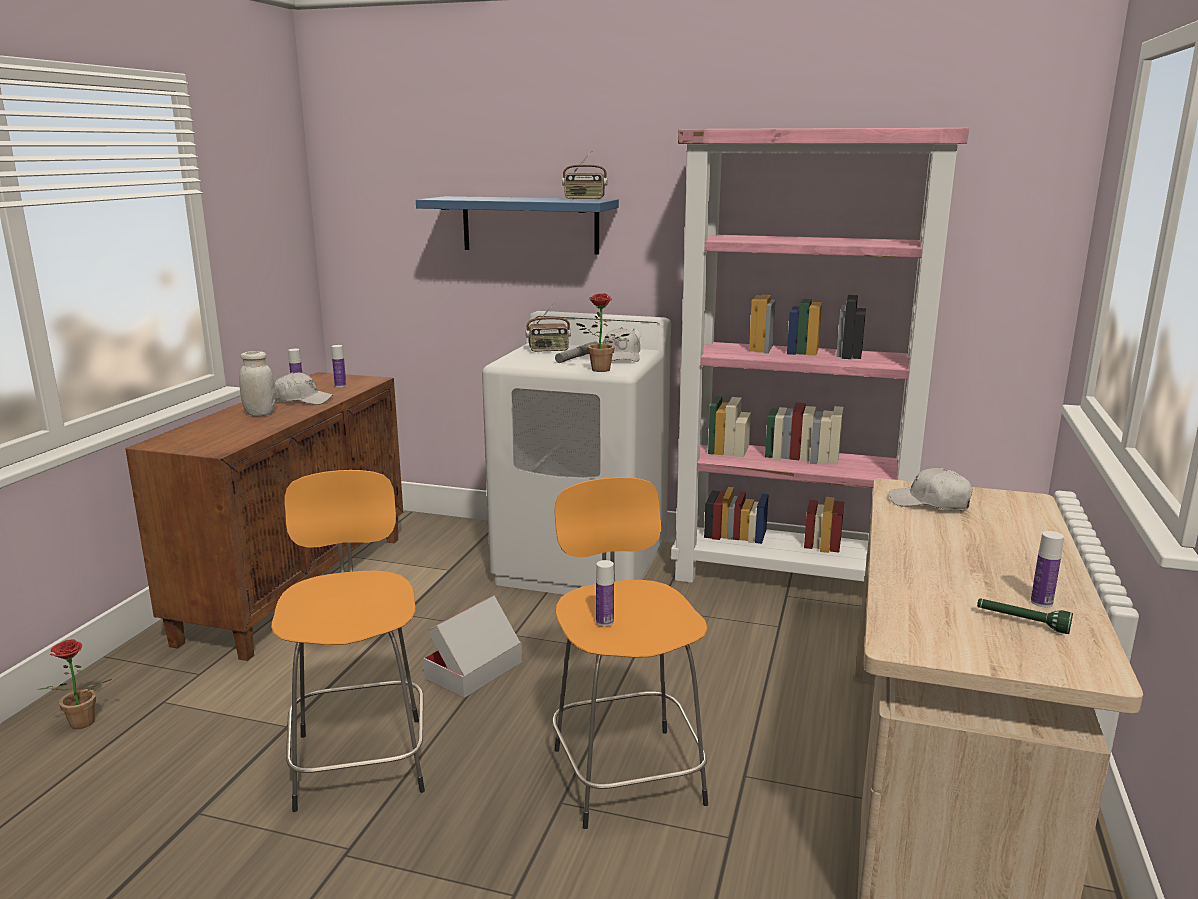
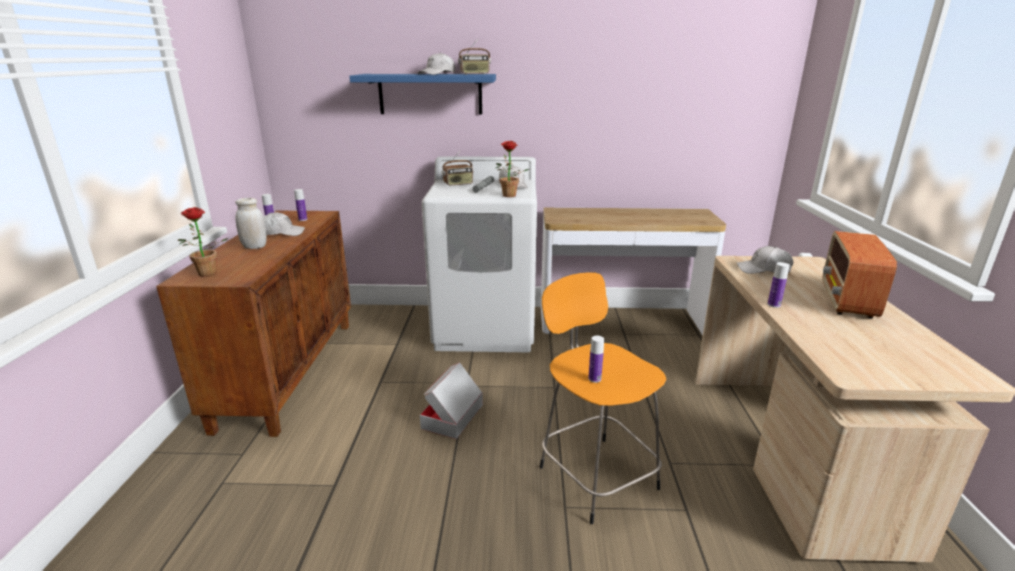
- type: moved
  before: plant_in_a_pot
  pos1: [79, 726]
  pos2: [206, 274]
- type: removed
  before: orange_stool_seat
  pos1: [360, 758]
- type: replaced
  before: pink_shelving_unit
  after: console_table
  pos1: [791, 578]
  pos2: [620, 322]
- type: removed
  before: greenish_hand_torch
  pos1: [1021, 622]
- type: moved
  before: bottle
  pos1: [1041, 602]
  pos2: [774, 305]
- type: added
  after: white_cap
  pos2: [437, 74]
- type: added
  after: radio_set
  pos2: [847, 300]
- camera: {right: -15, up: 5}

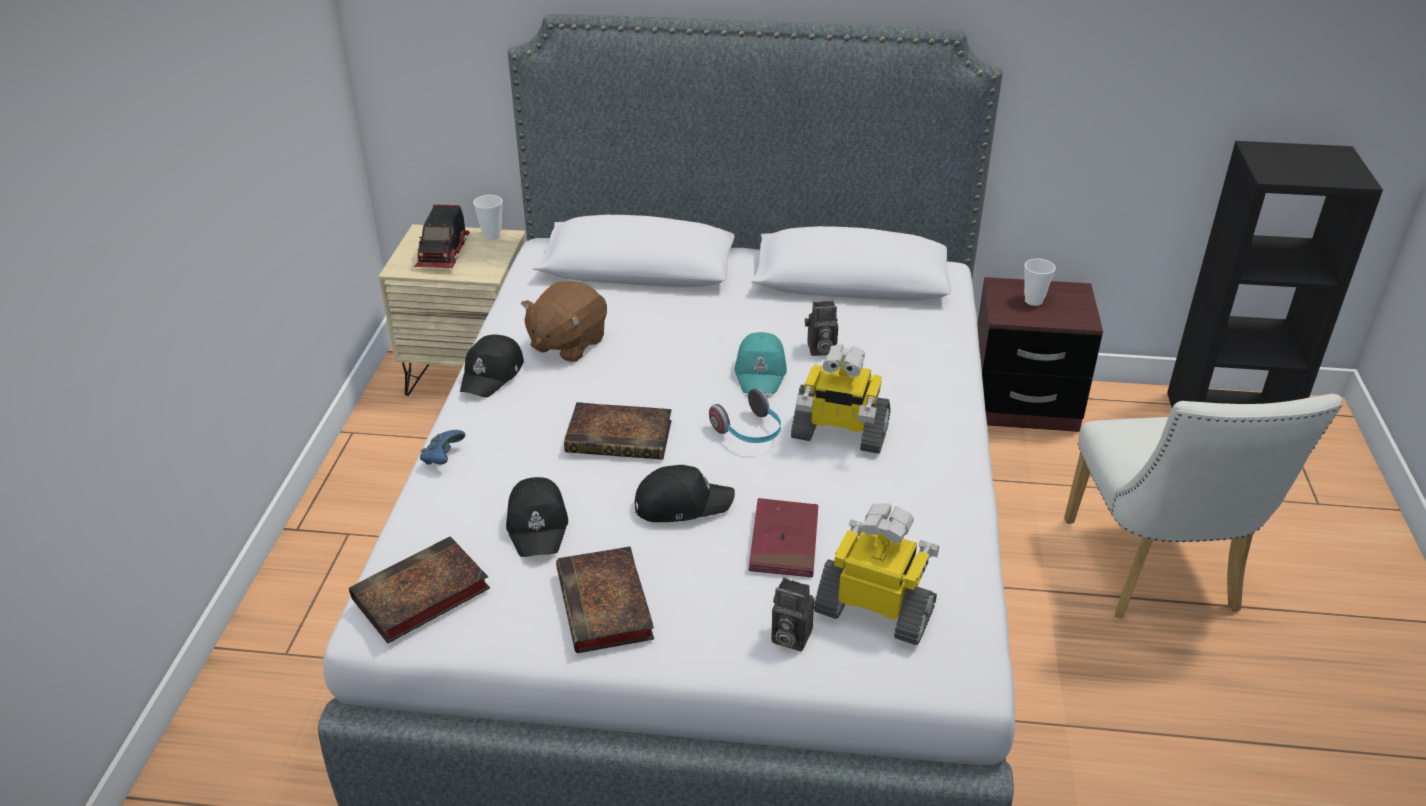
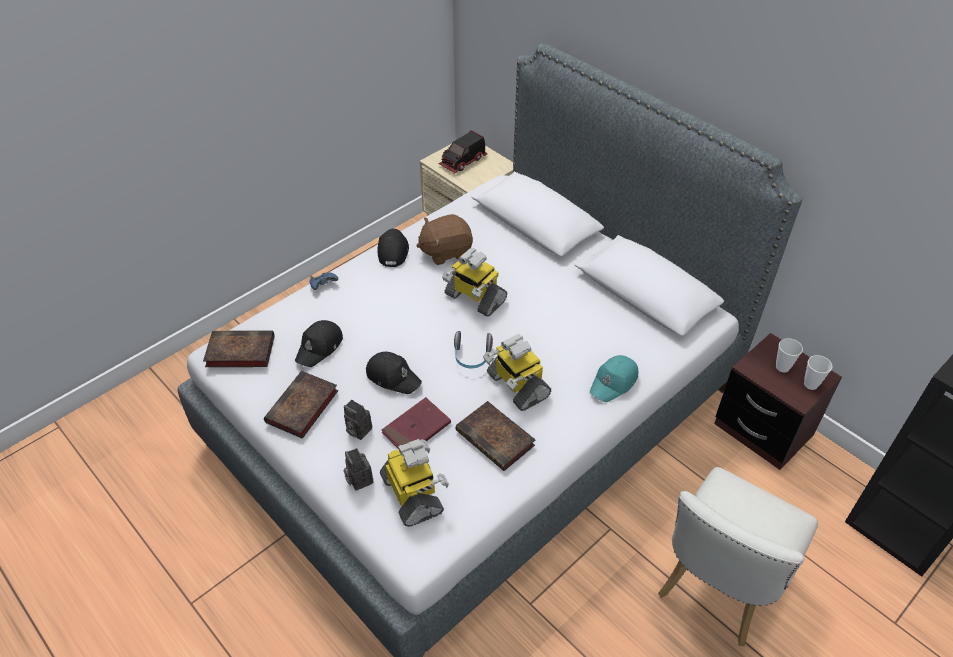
- type: turned
  before: blackish_cap
  pos1: [492, 374]
  pos2: [392, 251]
  turn: 120
- type: moved
  before: small_cup
  pos1: [492, 236]
  pos2: [810, 384]
- type: moved
  before: book
  pos1: [622, 437]
  pos2: [497, 439]
- type: moved
  before: blue-green_cap
  pos1: [761, 372]
  pos2: [614, 382]
- type: moved
  before: still_camera
  pos1: [820, 349]
  pos2: [357, 430]
- type: added
  after: model_robot
  pos2: [474, 298]
- camera: {right: 40, up: 10}

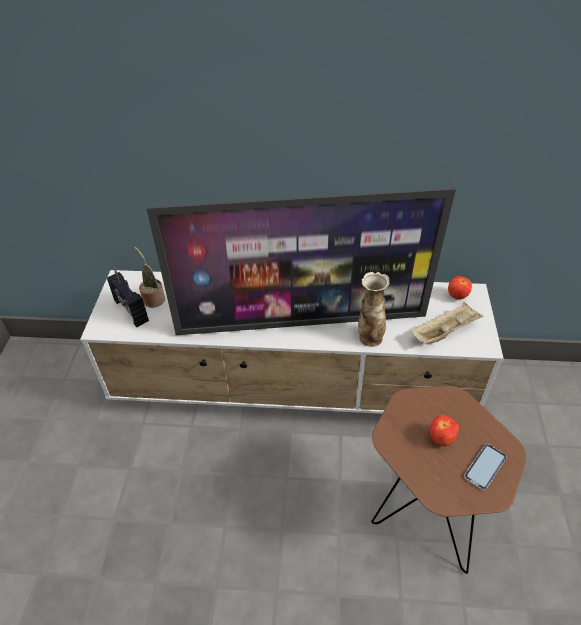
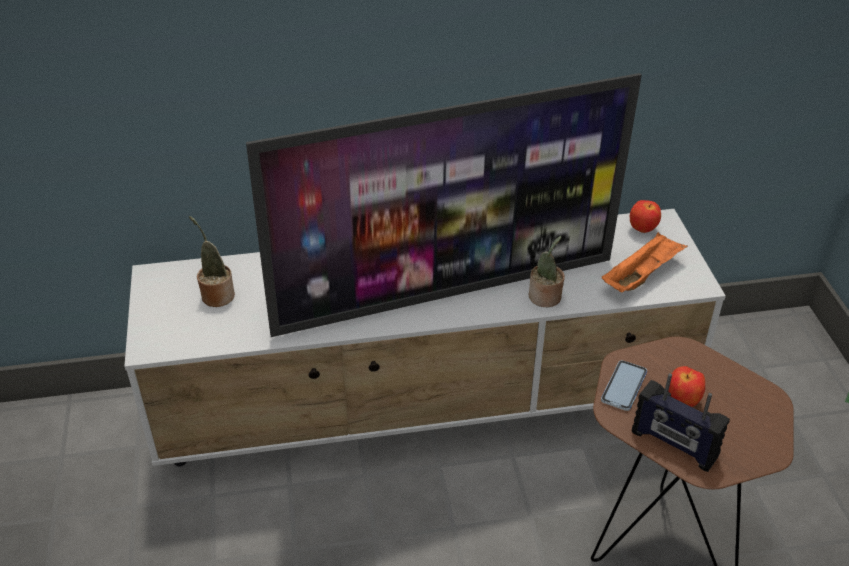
- type: moved
  before: radio_set
  pos1: [130, 311]
  pos2: [673, 445]
- type: replaced
  before: flower_vase
  after: plant_in_a_pot
  pos1: [369, 338]
  pos2: [545, 298]
- type: recoloured
  before: beige_carrying_tray
  after: orange_carrying_tray
  pos1: [444, 332]
  pos2: [641, 275]
- type: moved
  before: handset
  pos1: [485, 467]
  pos2: [624, 386]
- camera: {right: -15, up: -5}

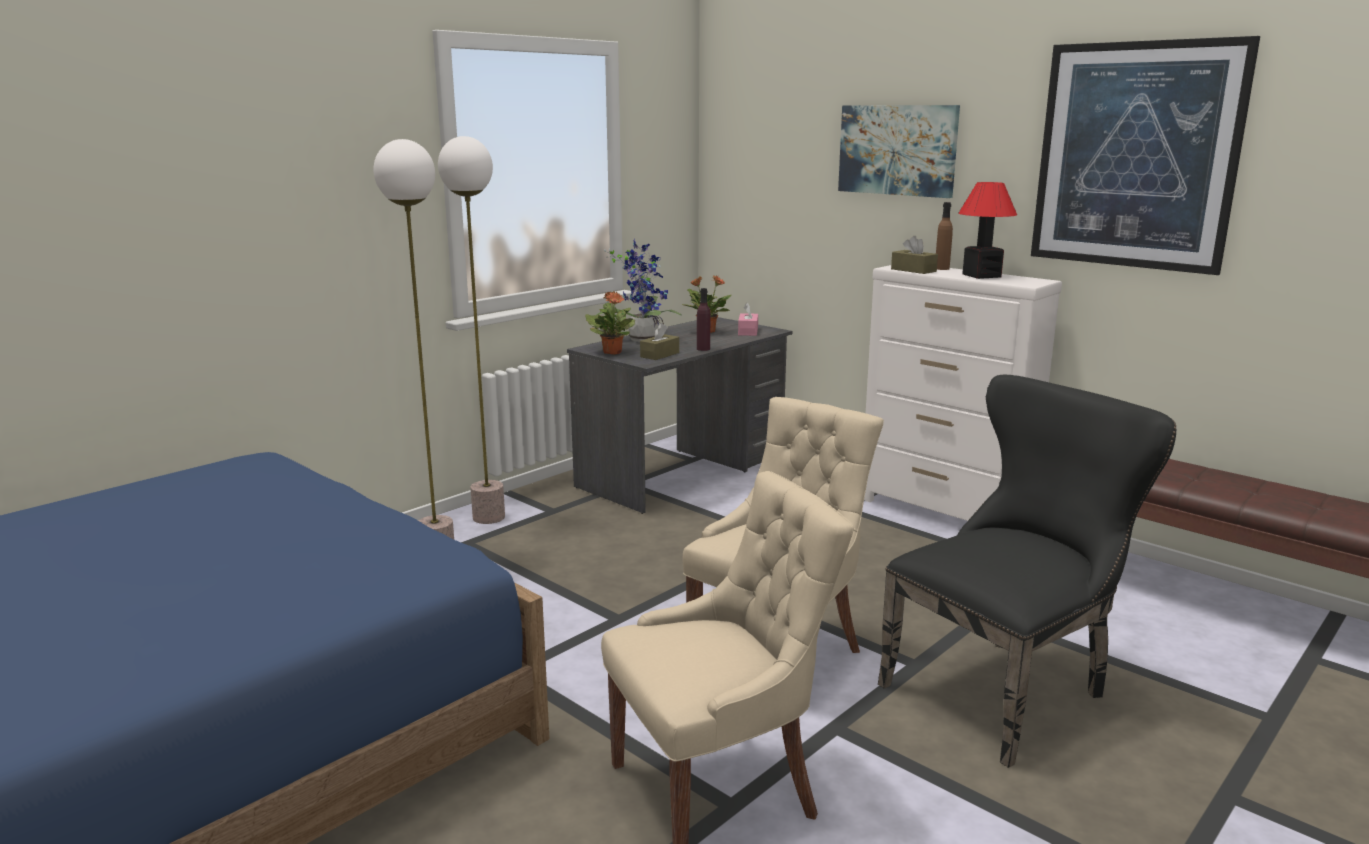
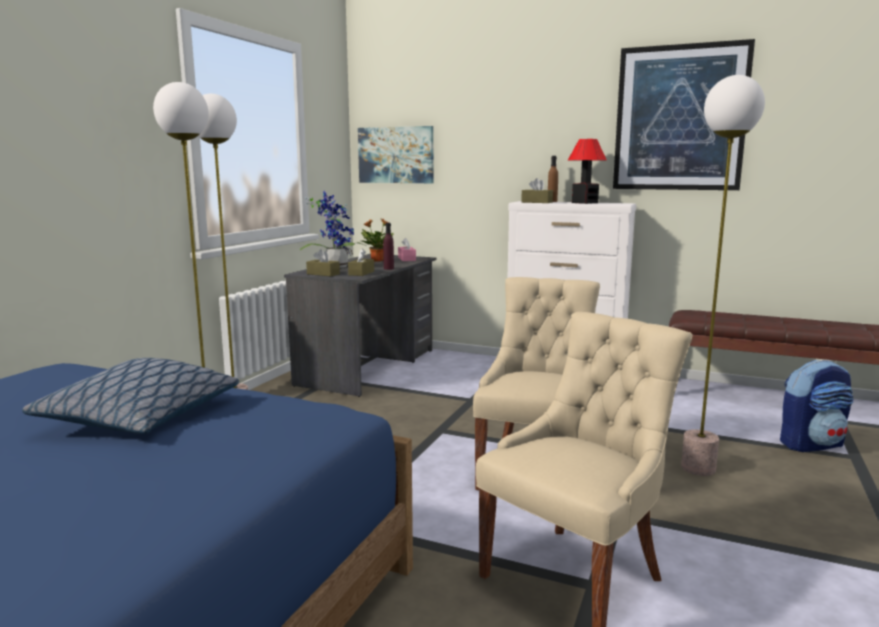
- type: replaced
  before: plant_in_a_pot
  after: brownish_box_of_tissues
  pos1: [612, 352]
  pos2: [323, 274]
- type: moved
  before: picture
  pos1: [897, 150]
  pos2: [396, 155]
- type: replaced
  before: blackish_plain_chair
  after: floor_lamp
  pos1: [1005, 689]
  pos2: [698, 468]
- type: added
  after: throw_pillow
  pos2: [141, 417]
- type: added
  after: rucksack
  pos2: [811, 444]
- camera: {right: -20, up: -5}

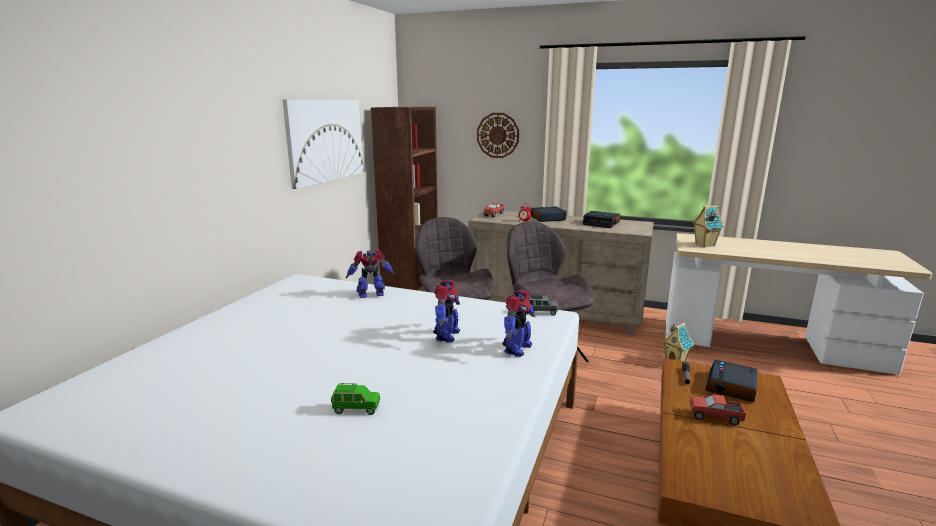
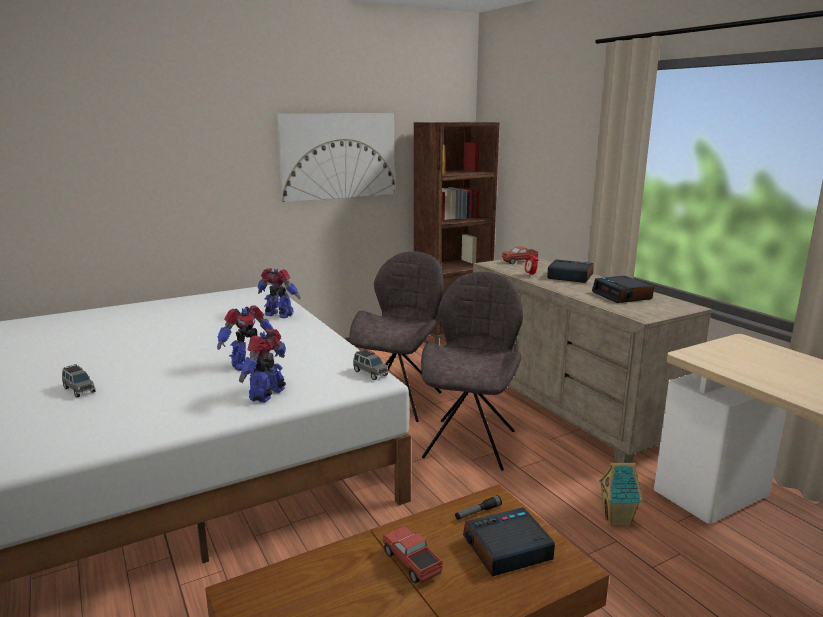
- type: recoloured
  before: greenish_miniature_car
  after: grey_miniature_car
  pos1: [356, 409]
  pos2: [79, 390]
- type: removed
  before: hanging_clock
  pos1: [498, 135]
- type: turned
  before: model_robot
  pos1: [517, 349]
  pos2: [268, 395]
  turn: 135
- type: removed
  before: miniature_house
  pos1: [704, 245]
- camera: {right: 40, up: 0}

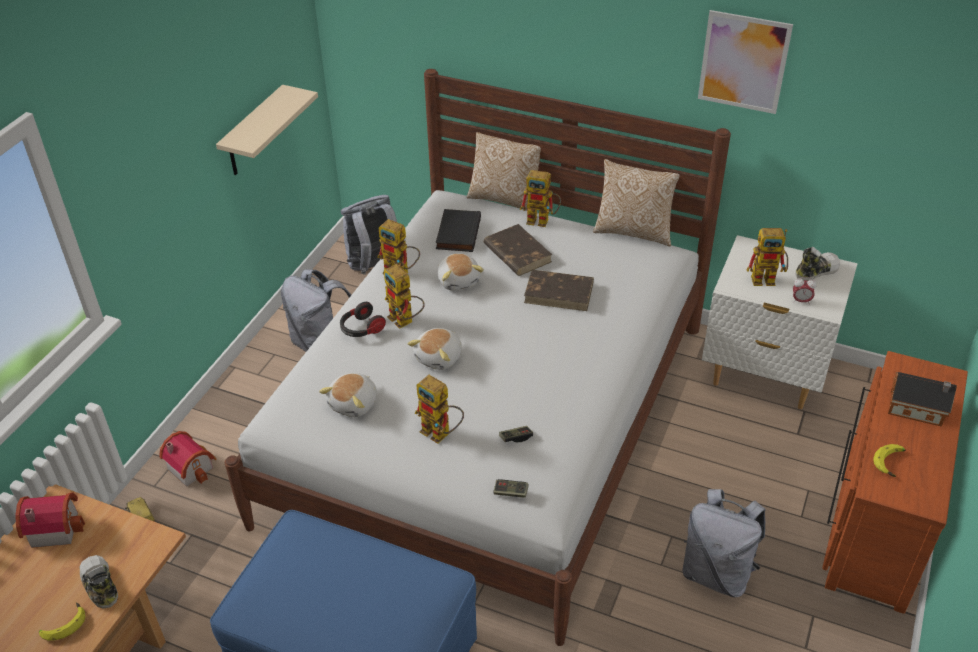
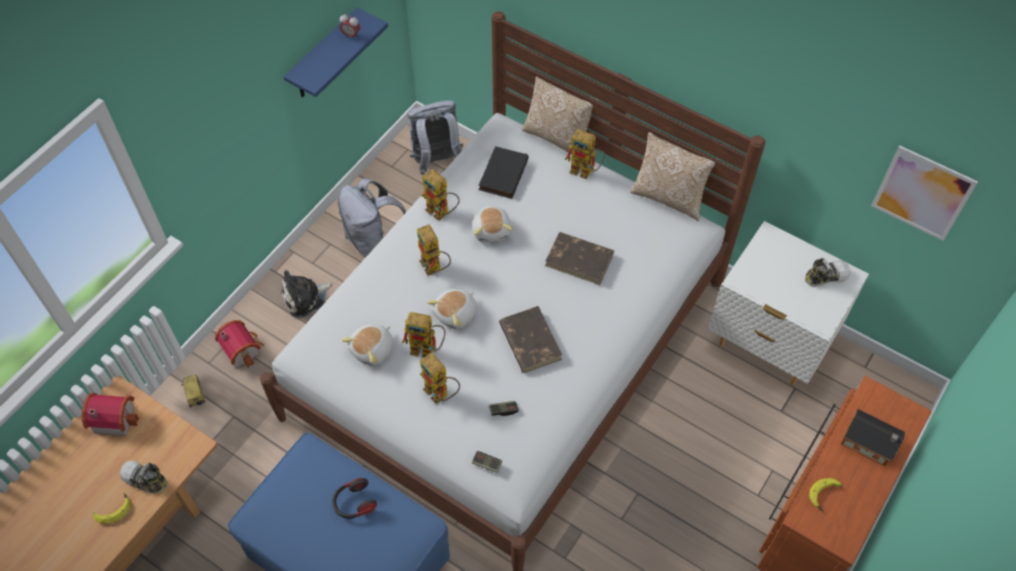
- type: turned
  before: low_shoe
  pos1: [100, 586]
  pos2: [144, 480]
  turn: -45
- type: recoloured
  before: beige_wall_shelf
  after: blue_wall_shelf
  pos1: [254, 133]
  pos2: [323, 56]
- type: moved
  before: pair_of_headphones
  pos1: [361, 329]
  pos2: [354, 503]
- type: moved
  before: brownish_book
  pos1: [517, 253]
  pos2: [529, 341]
- type: removed
  before: grey_rucksack
  pos1: [717, 573]
- type: moved
  before: picture
  pos1: [743, 62]
  pos2: [922, 193]
- type: moved
  before: model_robot
  pos1: [768, 279]
  pos2: [427, 349]
- type: moved
  before: table_clock
  pos1: [801, 301]
  pos2: [351, 35]
- type: added
  after: plush_toy
  pos2: [305, 298]
- camera: {right: 10, up: 15}

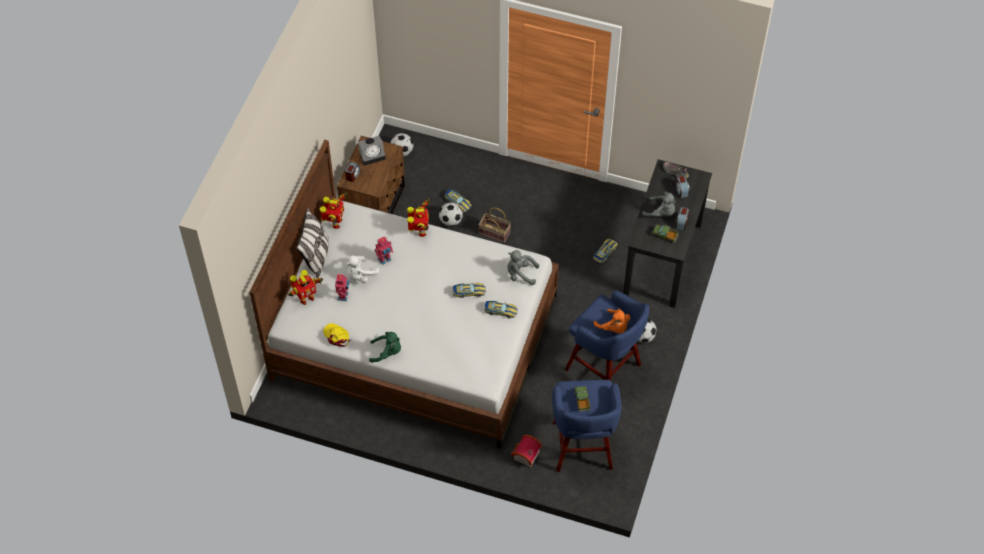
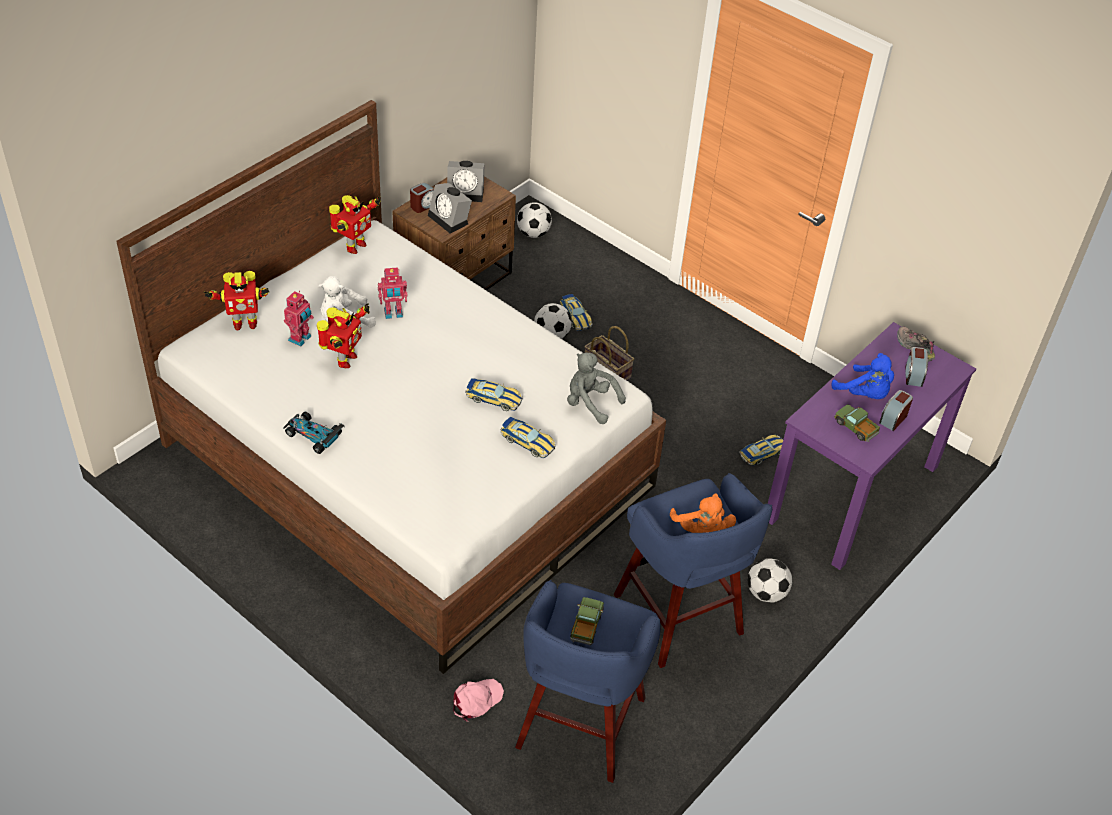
- type: removed
  before: throw_pillow
  pos1: [316, 257]
- type: removed
  before: yellowish_cap
  pos1: [337, 336]
- type: replaced
  before: greenish_plush_toy
  after: miniature_car
  pos1: [387, 352]
  pos2: [314, 436]
- type: moved
  before: model_robot
  pos1: [420, 231]
  pos2: [344, 360]
- type: replaced
  before: miniature_house
  after: pink_cap
  pos1: [524, 455]
  pos2: [476, 700]
- type: recoloured
  before: blackish_desk_unit
  after: purple-coloured_desk_unit
  pos1: [663, 258]
  pos2: [852, 493]
- type: recoloured
  before: grey_plush_toy
  after: blue_plush_toy
  pos1: [661, 212]
  pos2: [864, 394]
- type: added
  after: table_clock
  pos2: [450, 219]
- camera: {right: 20, up: -10}

